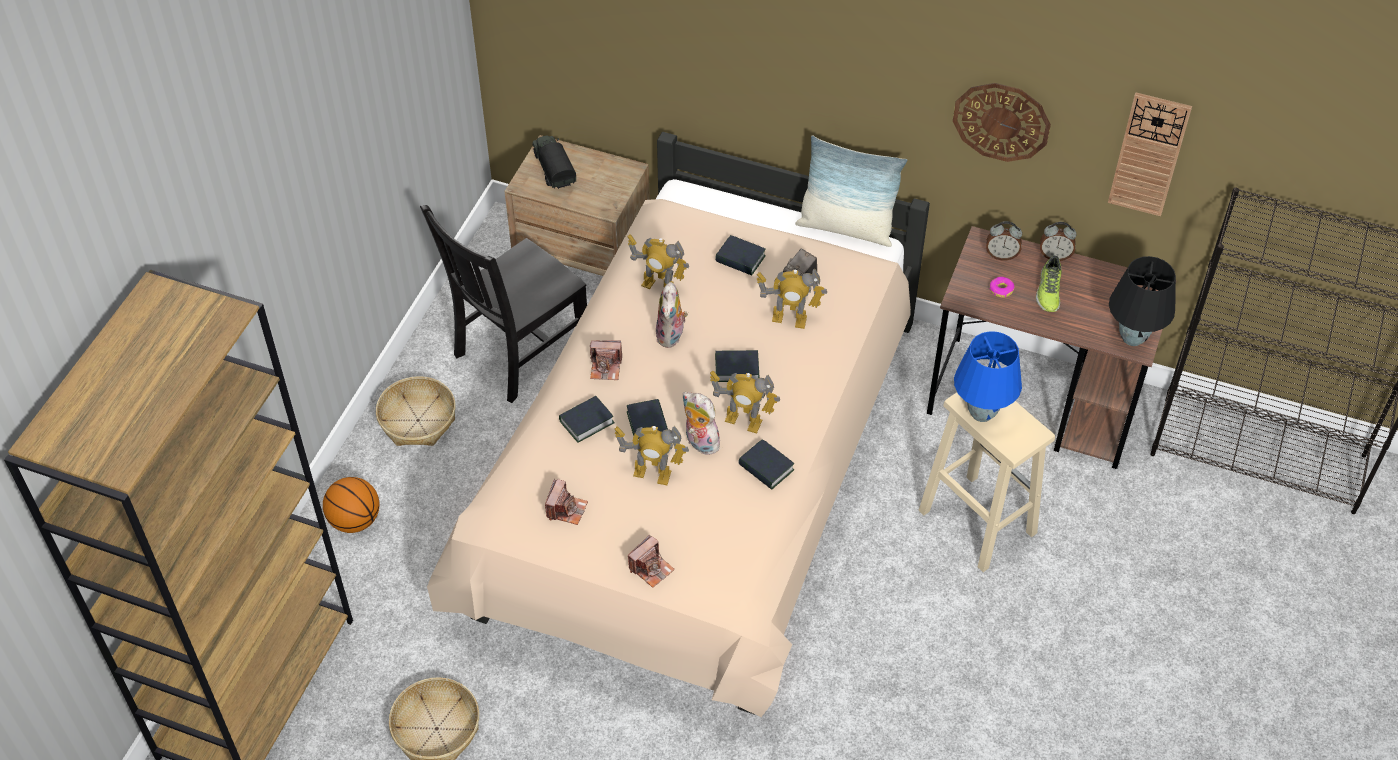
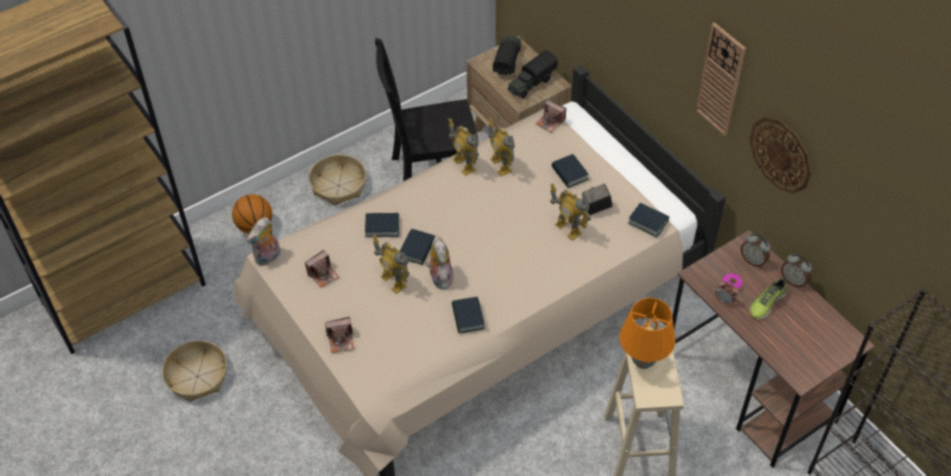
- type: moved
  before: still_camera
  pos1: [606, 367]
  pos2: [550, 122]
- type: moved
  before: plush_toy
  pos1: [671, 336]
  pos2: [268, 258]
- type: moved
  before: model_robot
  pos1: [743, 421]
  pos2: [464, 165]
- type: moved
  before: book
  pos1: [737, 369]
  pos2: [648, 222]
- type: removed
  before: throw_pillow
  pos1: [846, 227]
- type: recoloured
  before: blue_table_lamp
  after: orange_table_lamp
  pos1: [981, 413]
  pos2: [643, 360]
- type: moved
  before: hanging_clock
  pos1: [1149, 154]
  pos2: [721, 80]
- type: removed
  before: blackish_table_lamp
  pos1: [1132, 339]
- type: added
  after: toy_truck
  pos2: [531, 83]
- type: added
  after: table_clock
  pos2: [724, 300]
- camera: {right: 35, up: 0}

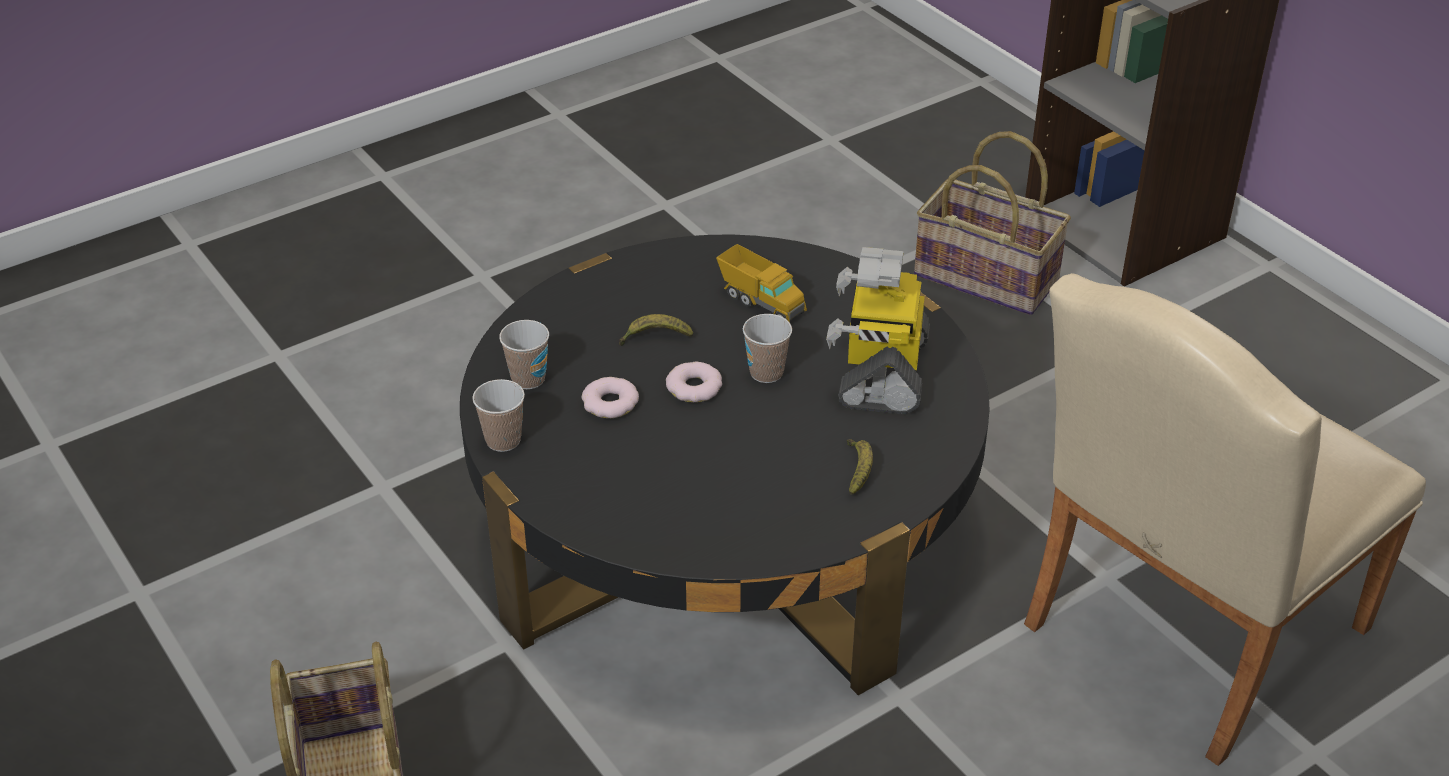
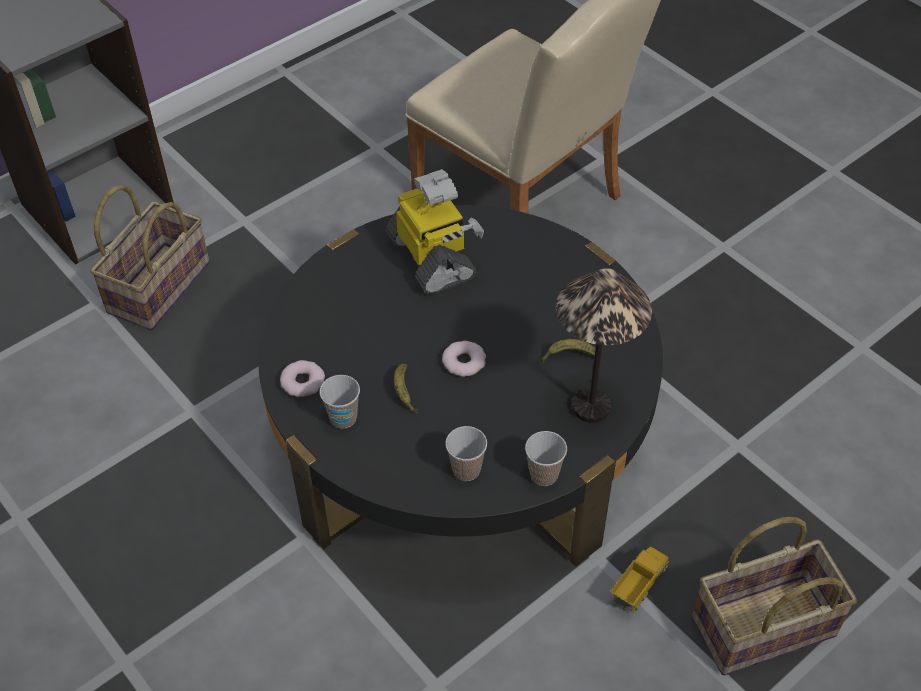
- type: moved
  before: ring_doughnut
  pos1: [610, 403]
  pos2: [303, 382]
- type: moved
  before: toy_truck
  pos1: [761, 303]
  pos2: [638, 587]
- type: moved
  before: small_cup
  pos1: [766, 373]
  pos2: [343, 418]
- type: turned
  before: model_robot
  pos1: [880, 371]
  pos2: [433, 258]
  turn: -120
- type: moved
  before: banana
  pos1: [858, 470]
  pos2: [569, 356]
- type: added
  after: table_lamp
  pos2: [592, 407]
- camera: {right: -95, up: 10}

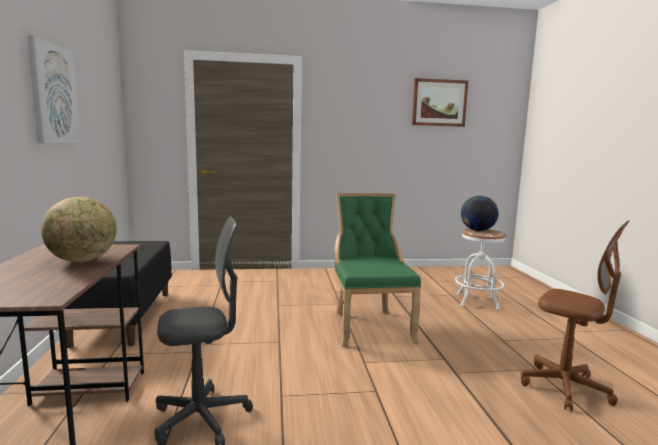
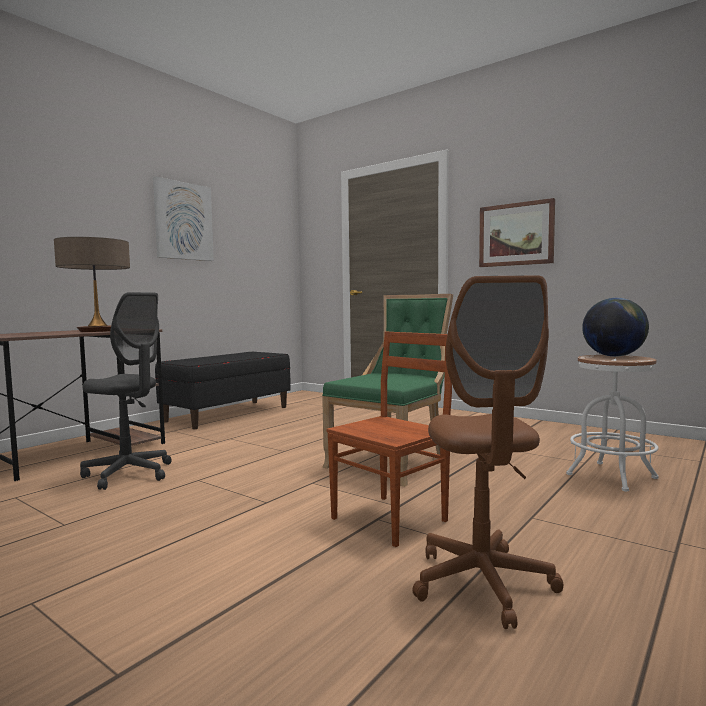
- type: replaced
  before: desk_globe
  after: table_lamp
  pos1: [83, 261]
  pos2: [98, 331]
- type: moved
  before: picture
  pos1: [439, 103]
  pos2: [516, 234]
- type: added
  after: brownish_plain_chair
  pos2: [391, 519]
- camera: {right: 45, up: -5}

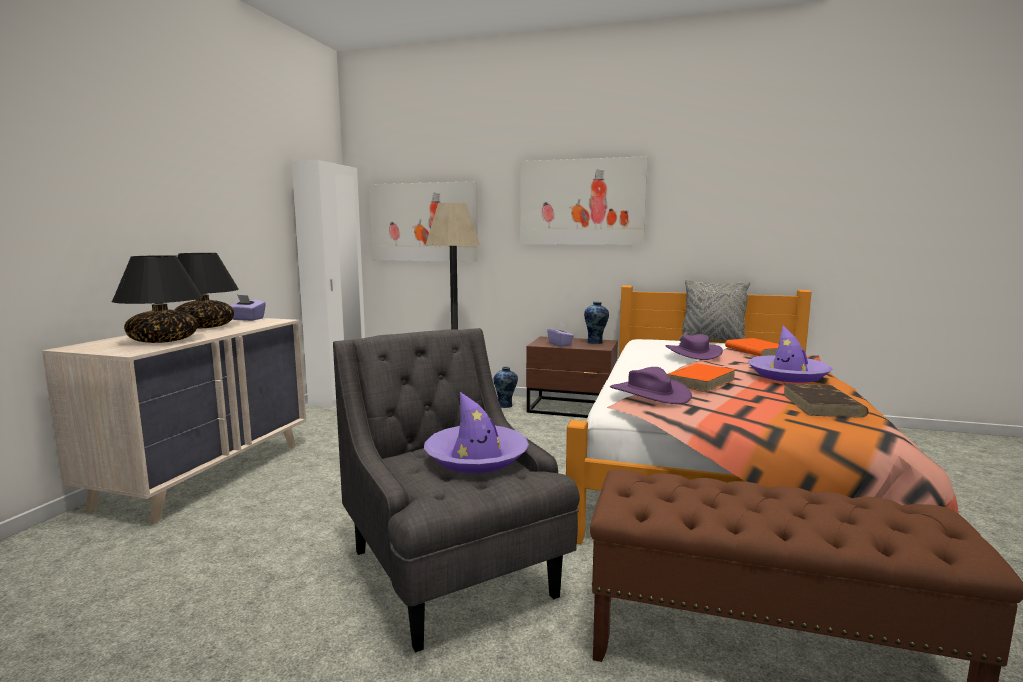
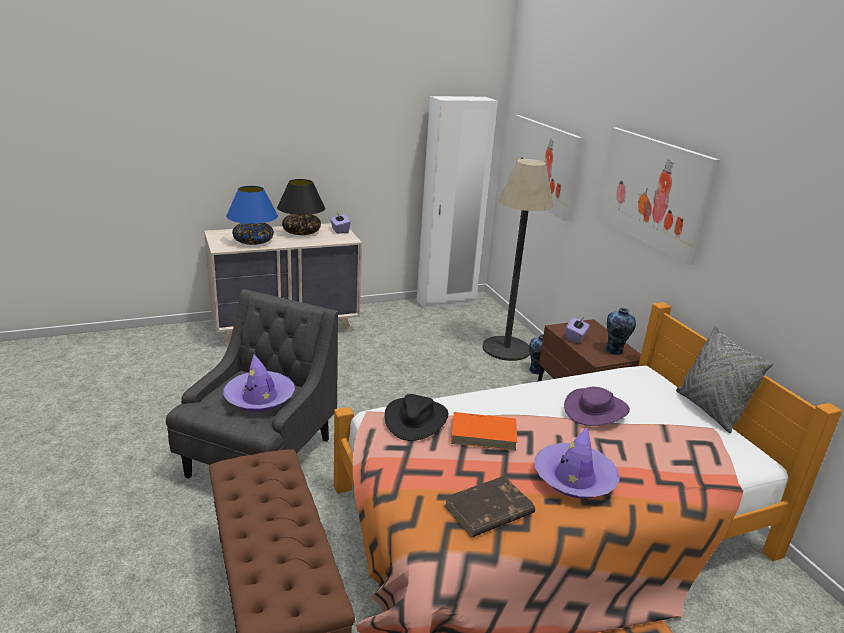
- type: recoloured
  before: blackish_table_lamp
  after: blue_table_lamp
  pos1: [163, 341]
  pos2: [253, 241]
- type: recoloured
  before: purple-coloured_hat
  after: blackish_hat
  pos1: [649, 394]
  pos2: [415, 419]
- type: removed
  before: orange_book
  pos1: [756, 351]
- camera: {right: 50, up: 15}

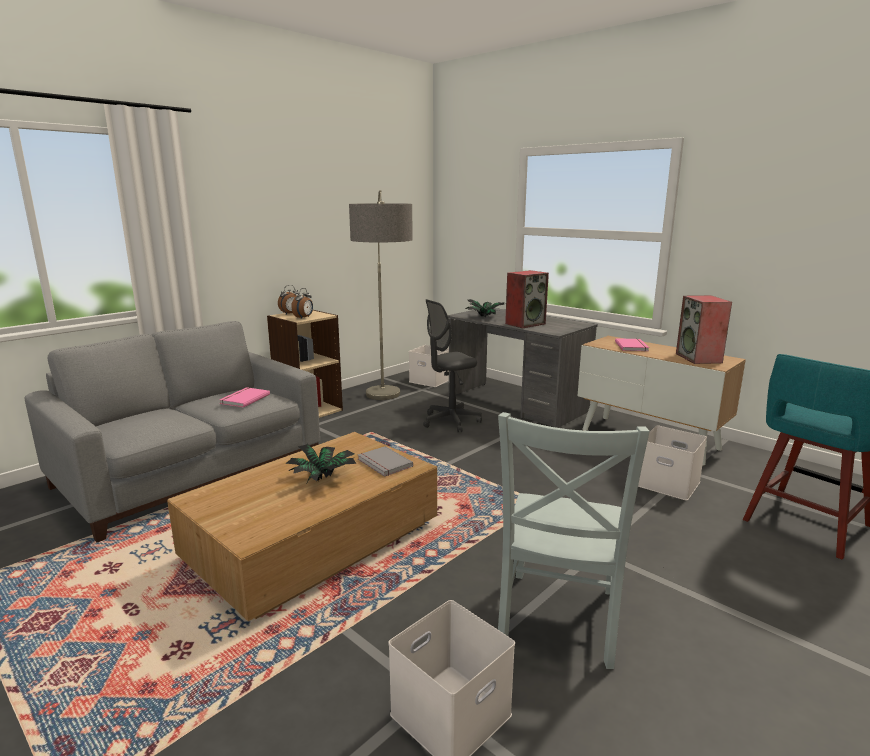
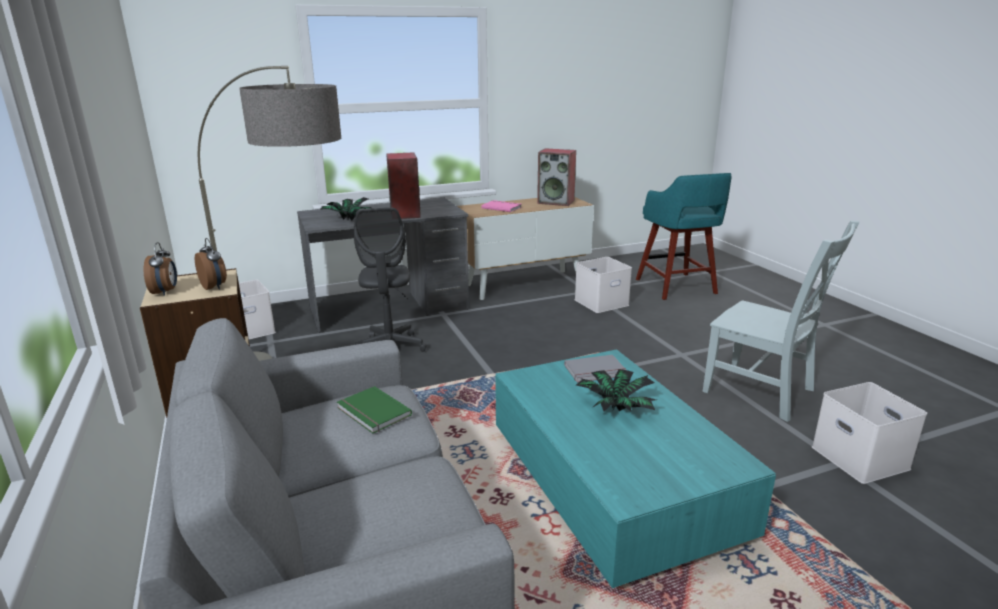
- type: recoloured
  before: brownish_lounge_table
  after: blue-green_lounge_table
  pos1: [315, 543]
  pos2: [611, 483]
- type: recoloured
  before: pink_book
  after: greenish_book
  pos1: [244, 399]
  pos2: [372, 412]
- camera: {right: -65, up: 5}

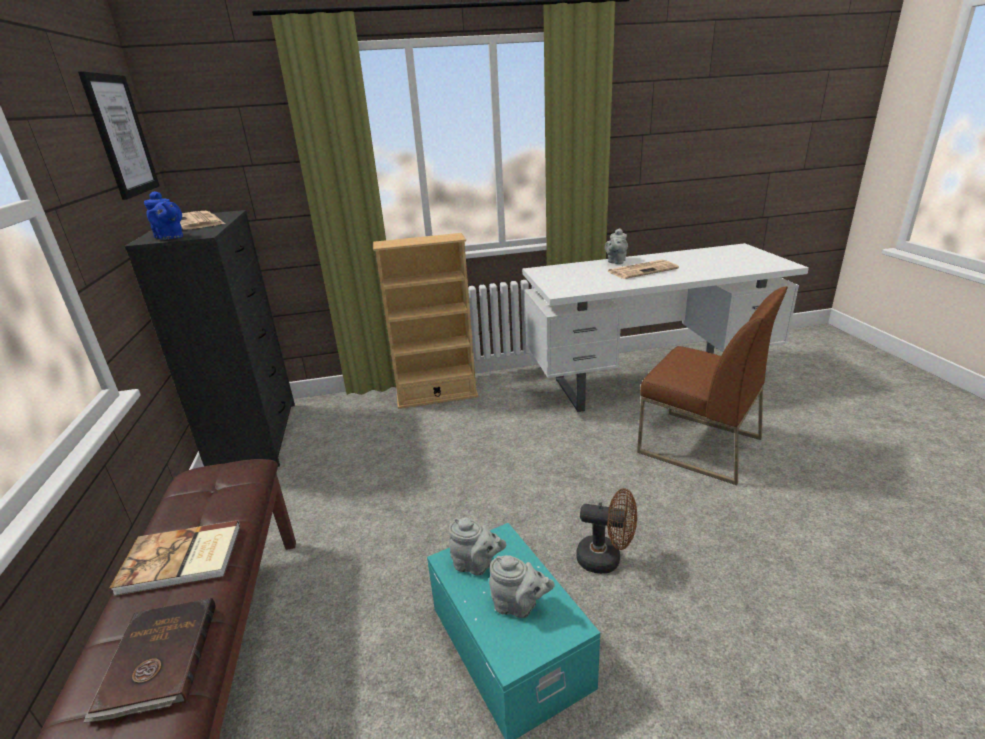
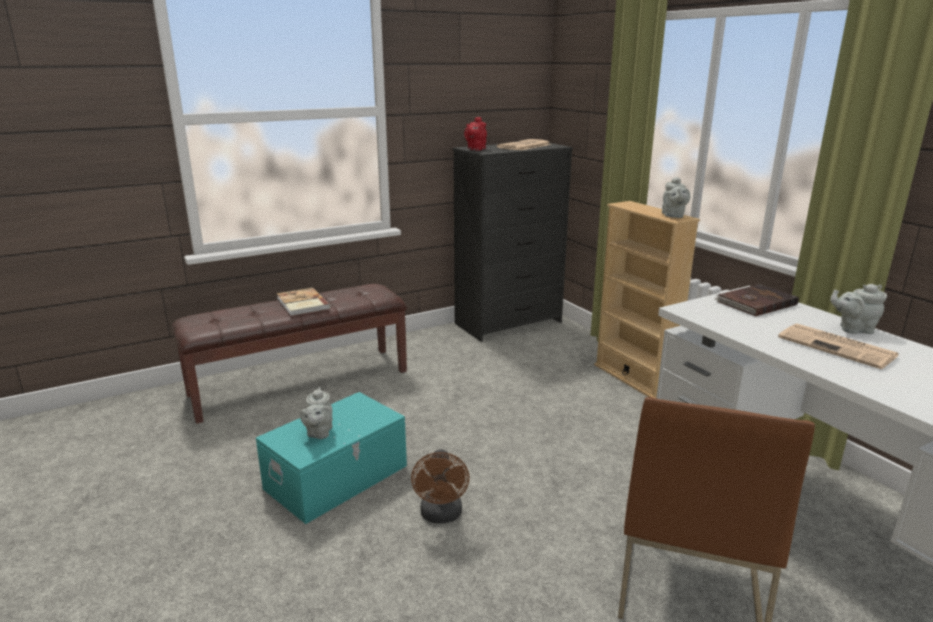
- type: removed
  before: picture
  pos1: [121, 135]
- type: moved
  before: brownish_book
  pos1: [158, 660]
  pos2: [755, 303]
- type: recoloured
  before: blue_tea_pot
  after: reddish_tea_pot
  pos1: [170, 237]
  pos2: [475, 149]
- type: moved
  before: grey_tea_pot
  pos1: [476, 565]
  pos2: [673, 216]
- camera: {right: 70, up: -5}

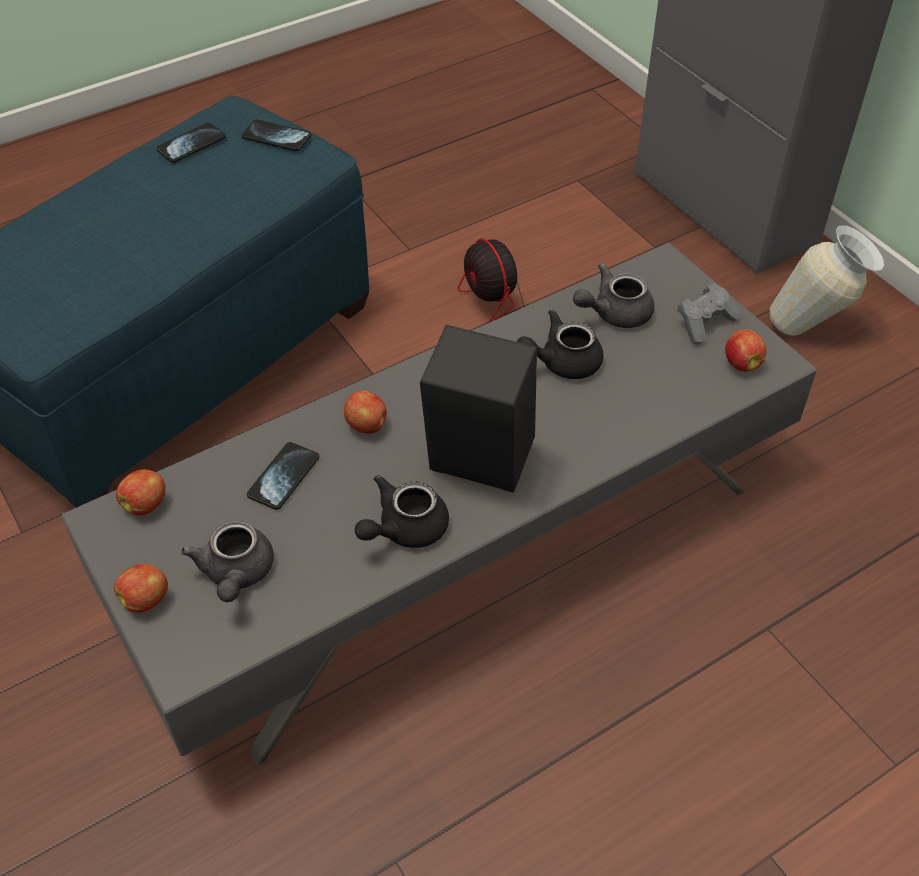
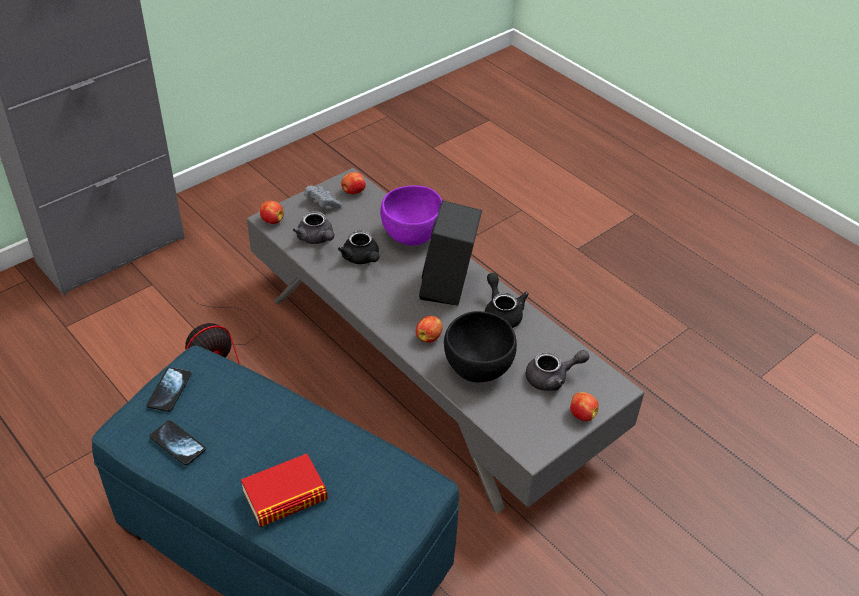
- type: moved
  before: whole_apple
  pos1: [146, 504]
  pos2: [272, 220]
- type: replaced
  before: handset
  after: blackish_deep_dish
  pos1: [283, 477]
  pos2: [477, 369]
- type: turned
  before: blackish_tea_pot
  pos1: [404, 529]
  pos2: [501, 313]
  turn: -150
- type: removed
  before: flower_vase
  pos1: [814, 329]
- type: added
  after: book
  pos2: [285, 496]
- type: added
  after: purple-coloured_deep_dish
  pos2: [411, 236]
- camera: {right: -100, up: -5}

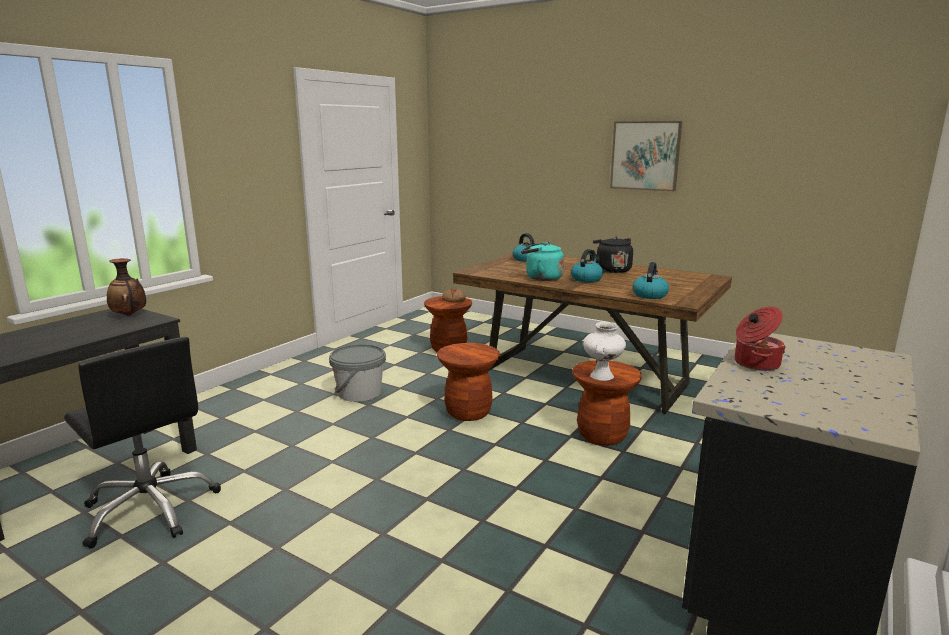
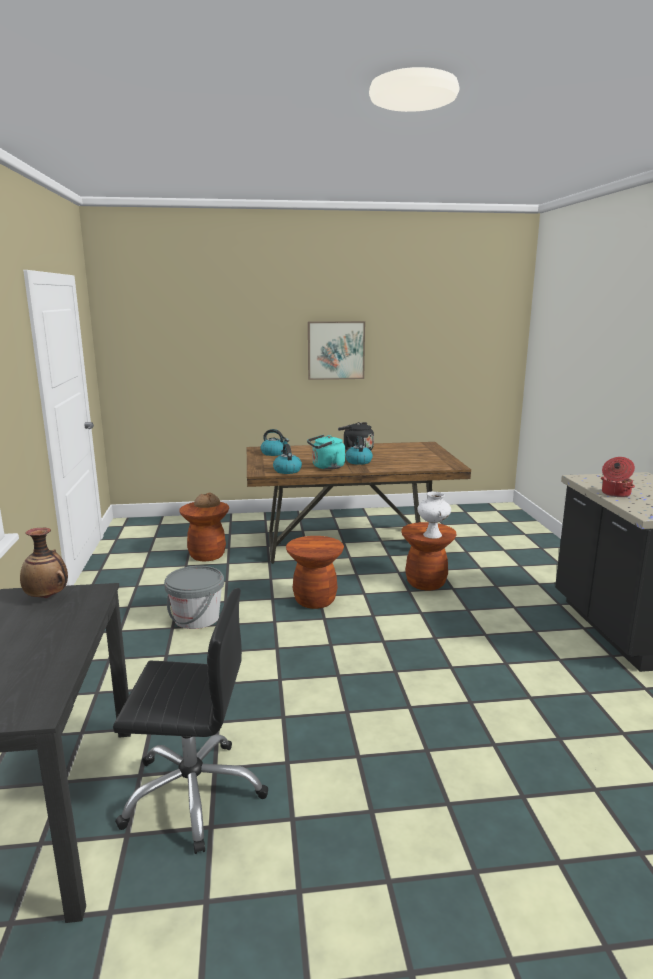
- type: moved
  before: water_kettle
  pos1: [649, 295]
  pos2: [287, 470]
- camera: {right: -40, up: 0}

